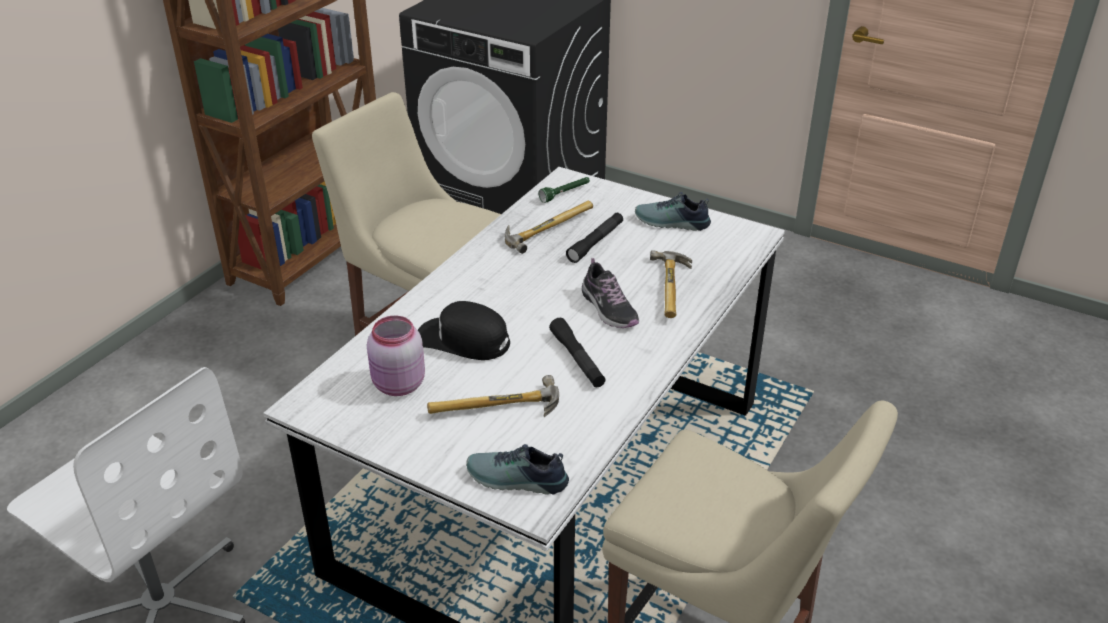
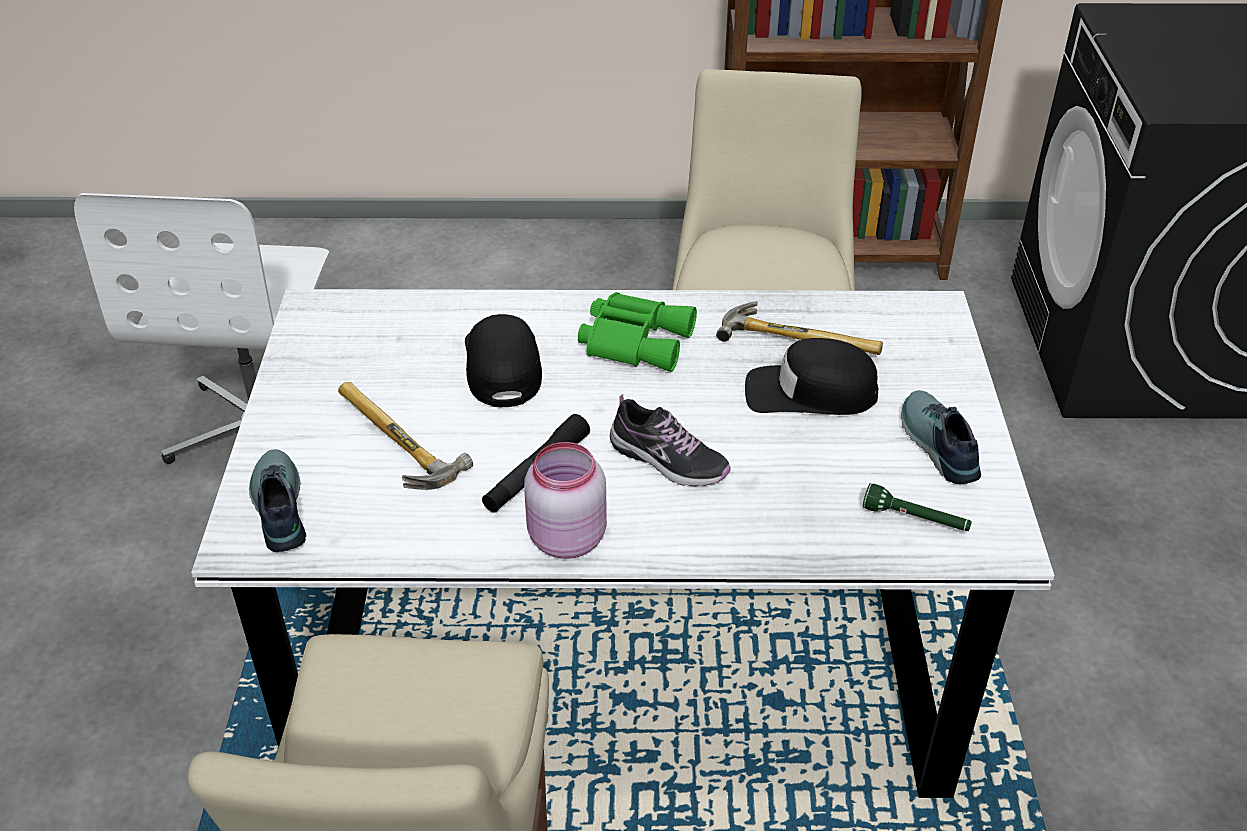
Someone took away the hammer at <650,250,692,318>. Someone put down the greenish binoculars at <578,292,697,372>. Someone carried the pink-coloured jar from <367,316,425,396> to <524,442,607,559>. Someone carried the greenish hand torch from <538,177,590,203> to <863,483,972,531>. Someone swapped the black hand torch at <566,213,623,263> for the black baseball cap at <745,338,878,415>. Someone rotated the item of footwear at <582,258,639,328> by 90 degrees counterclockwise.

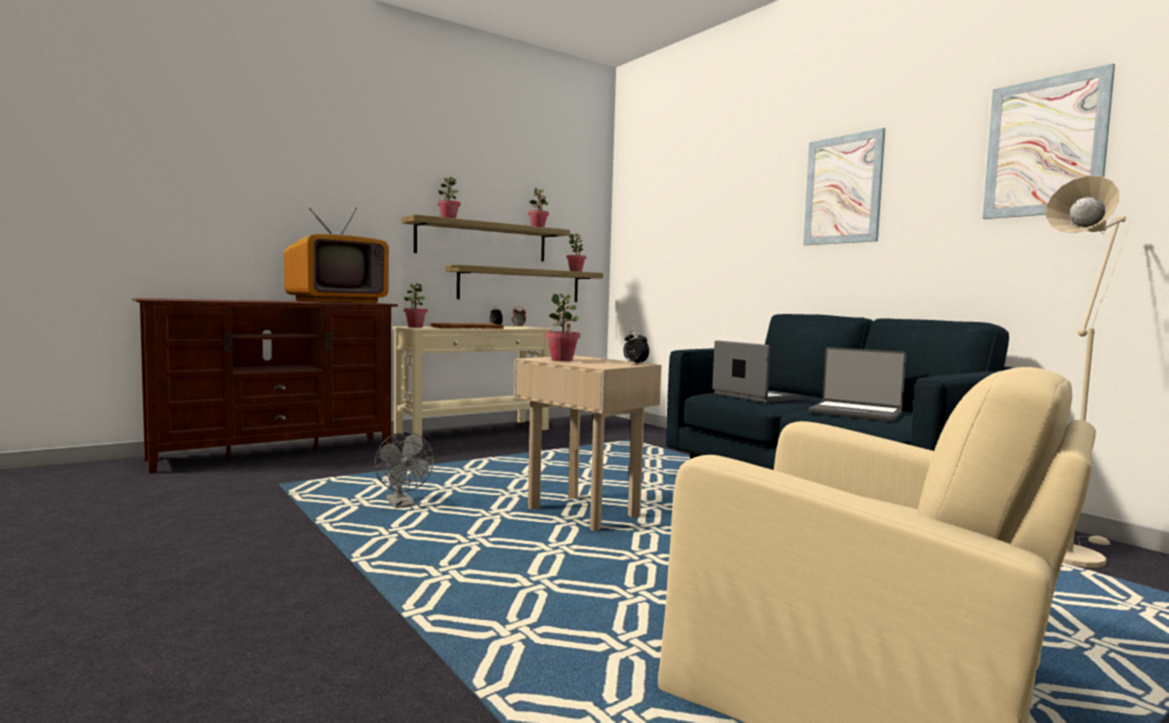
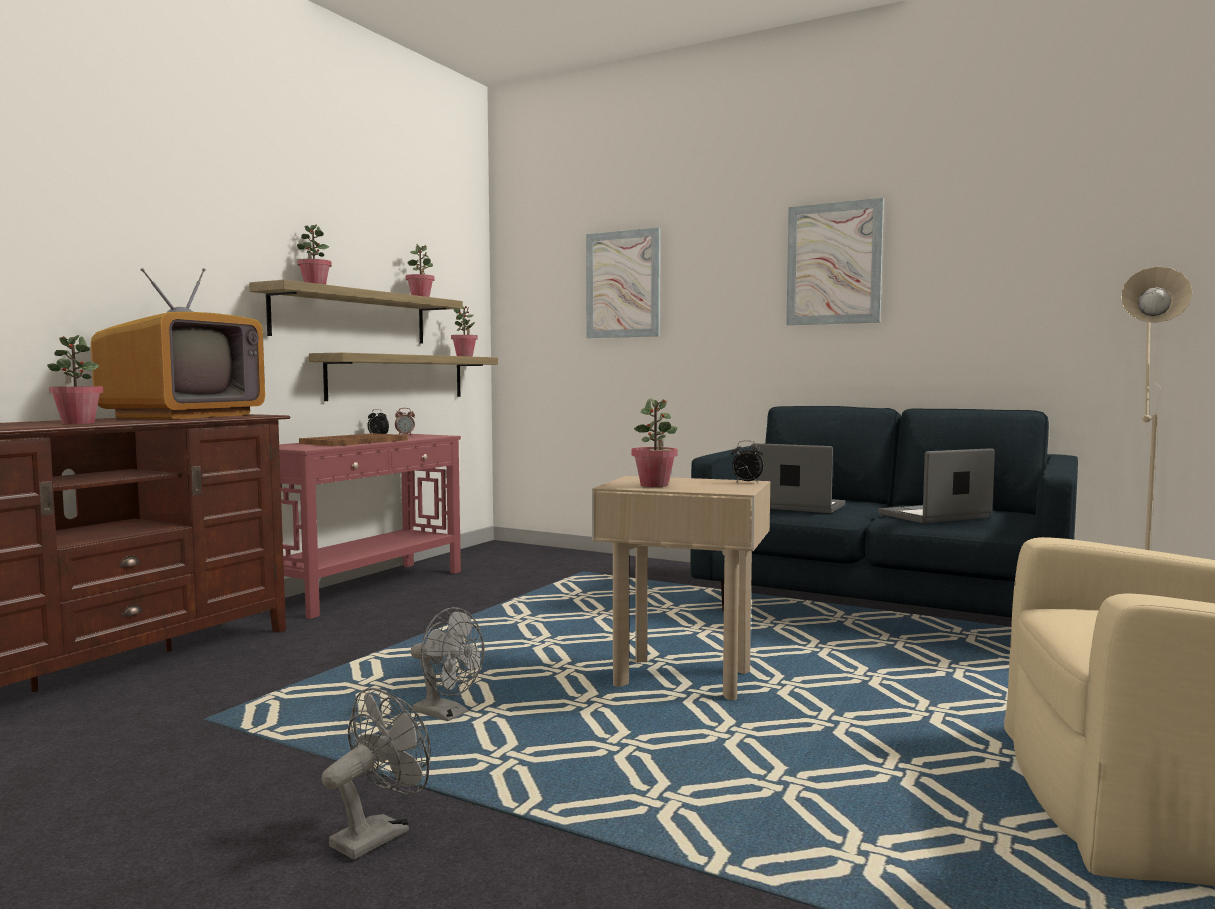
Someone put down the grey electric fan at <321,688,431,859>. Someone carried the potted plant from <404,283,427,328> to <47,335,103,424>. Someone carried the picture from <983,63,1115,219> to <586,227,660,338>. Someone repainted the beige-coloured console table at <393,326,553,440>, which became the red console table at <279,434,461,619>. Someone rotated the laptop at <809,347,907,422> by 150 degrees clockwise.

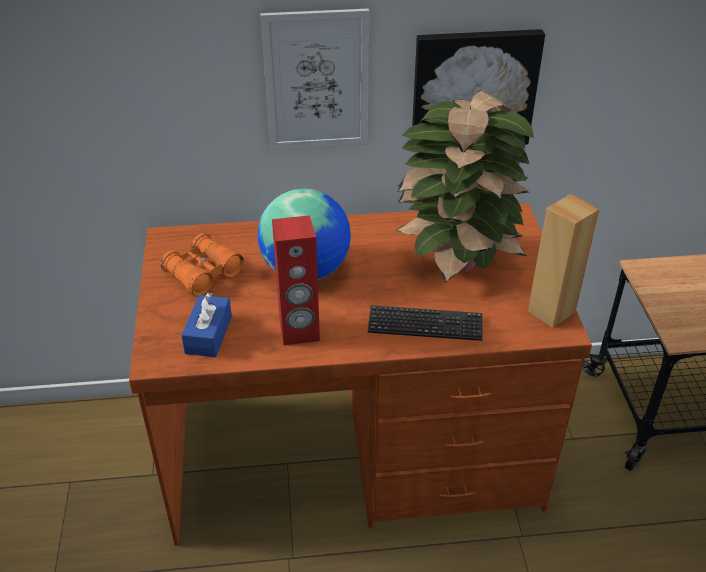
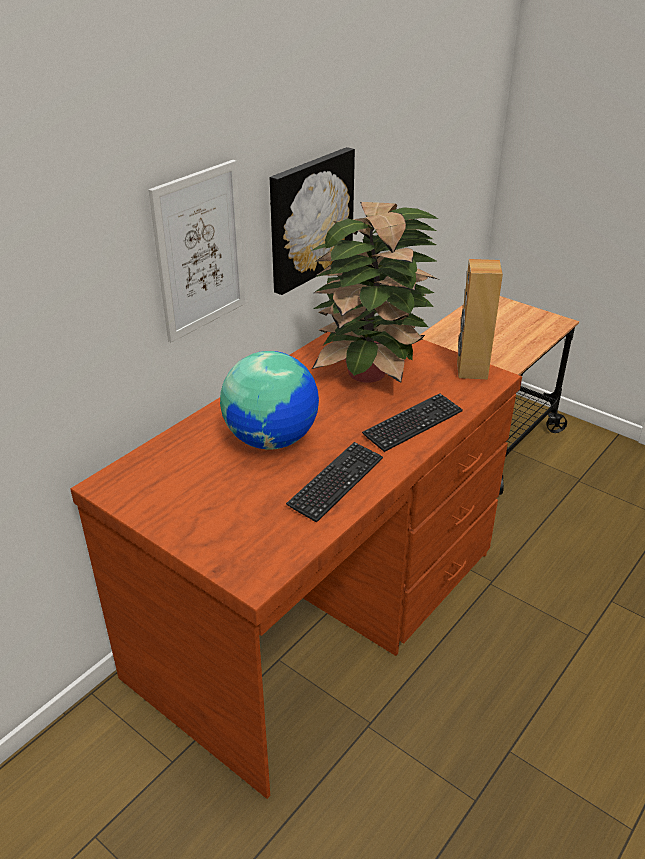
Someone took away the orange binoculars at <160,233,244,296>. Someone took away the blue-coloured box of tissues at <181,293,232,357>. Someone swapped the red audio speaker at <272,215,320,345> for the computer keyboard at <286,442,383,523>.

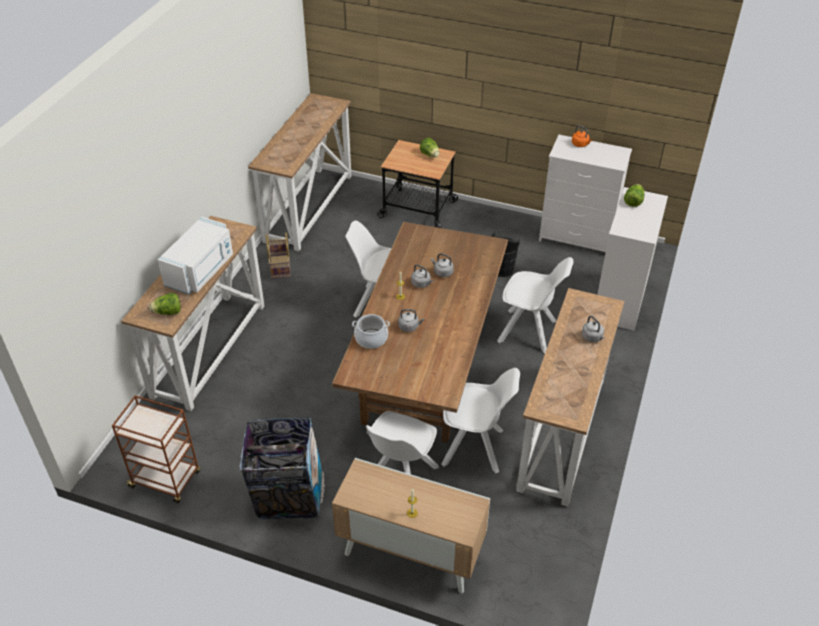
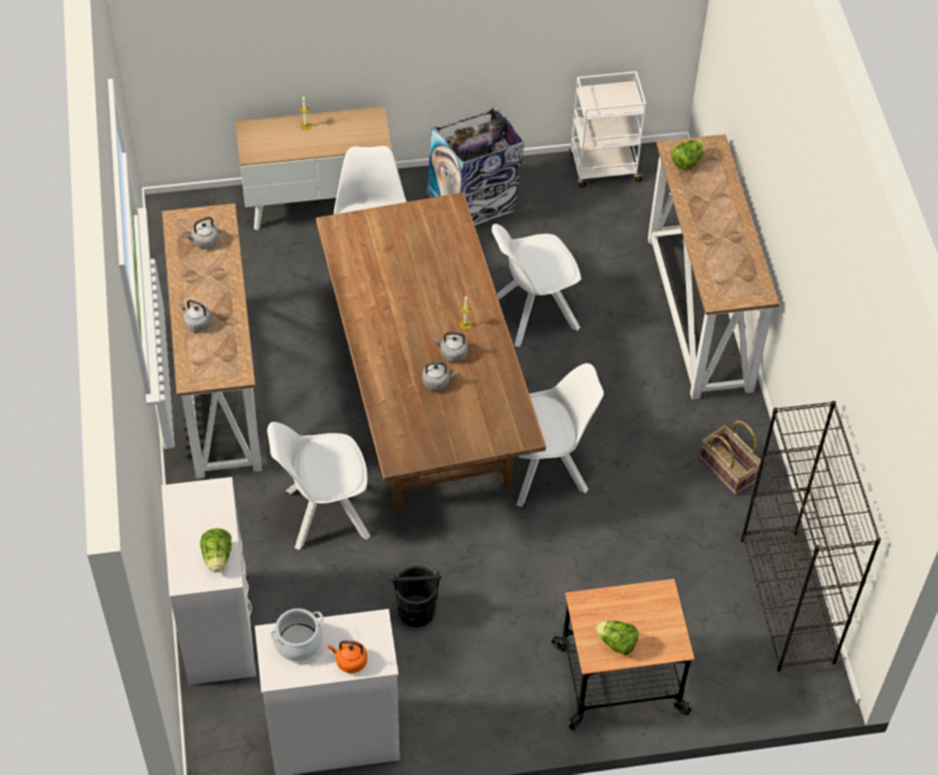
Someone took away the whitish kitchen microwave at <158,217,233,294>. Someone carried the cooking pot from <352,314,390,349> to <270,608,324,662>. Someone carried the grey kettle from <398,309,424,332> to <184,217,219,249>. Someone carried the whitish upright chair from <441,368,520,473> to <492,224,581,347>. Someone swapped the console table at <248,93,351,251> for the black shelving unit at <741,401,881,672>. Someone repainted the brown trolley at <112,395,201,503>, which became the whitish trolley at <569,71,646,188>.

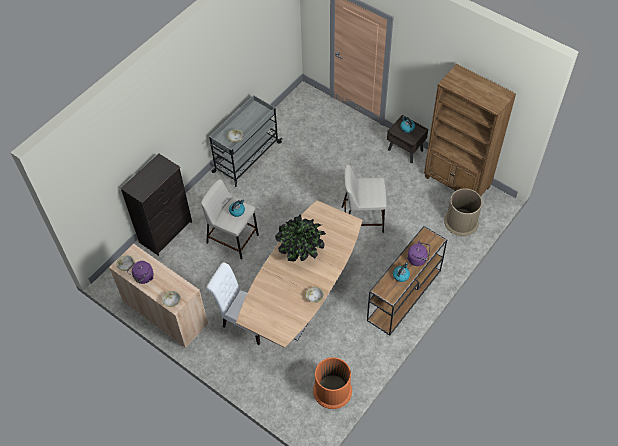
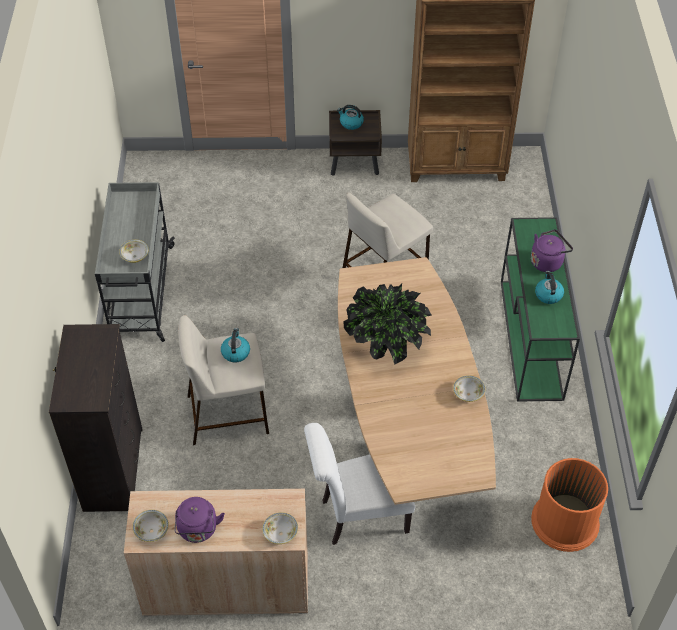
Someone took away the brown waste bin at <444,188,482,236>. Someone repainted the brown console table at <367,226,447,336>, which became the greenish console table at <501,217,580,402>.

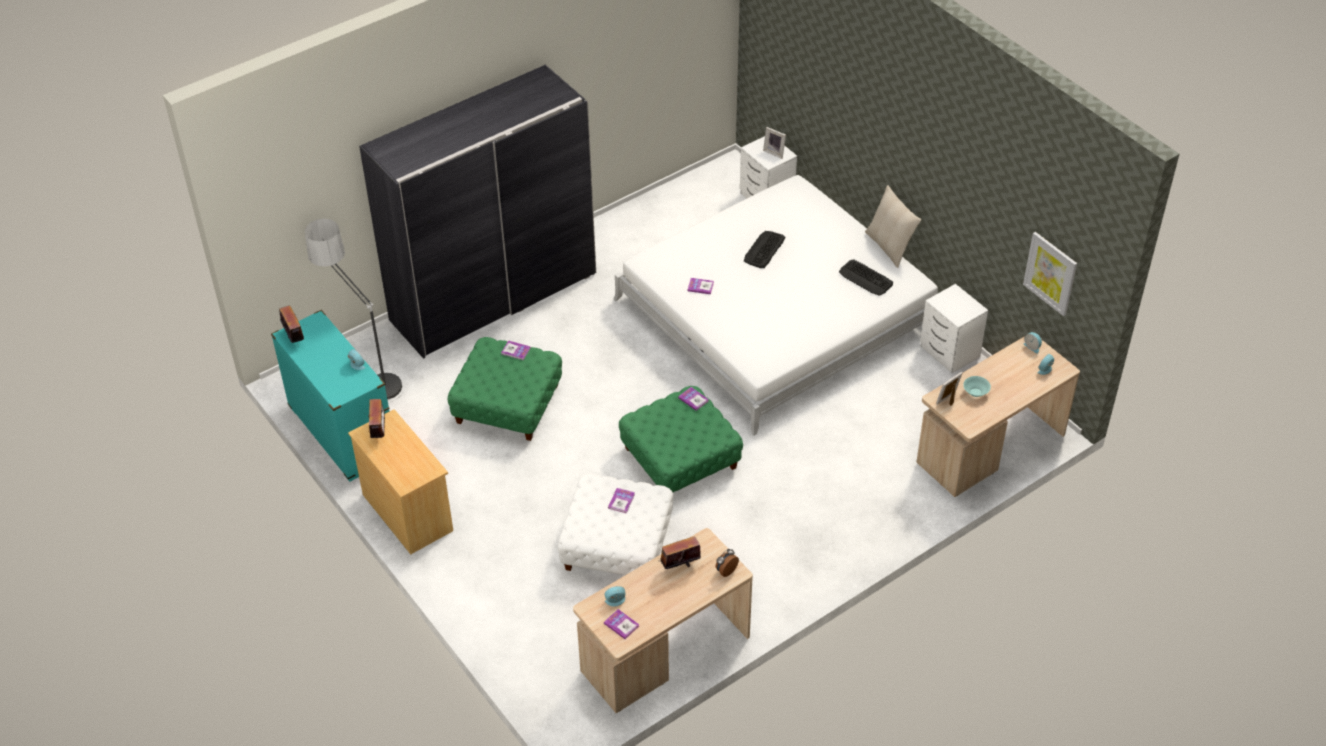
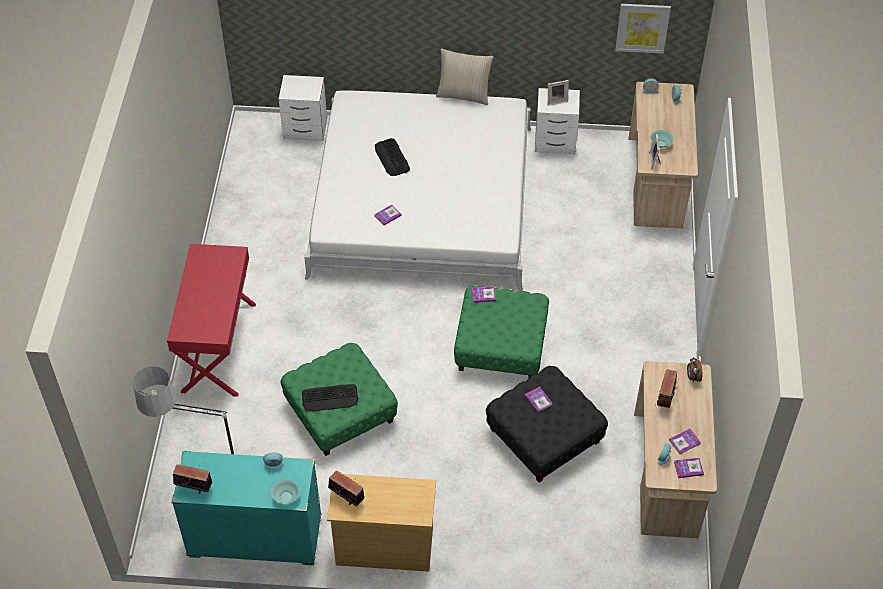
Someone put down the turquoise bowl at <271,480,299,504>. Someone carried the volume from <501,341,530,360> to <669,429,701,454>. Someone carried the photo frame from <763,127,786,159> to <548,80,569,106>. Someone carried the computer keyboard from <839,259,893,296> to <302,384,359,411>. Someone swapped the grey armoire at <359,65,596,359> for the red console table at <167,244,256,397>. Someone repainted the whitish pouffe at <558,474,673,575>, which became the black pouffe at <486,366,608,483>.

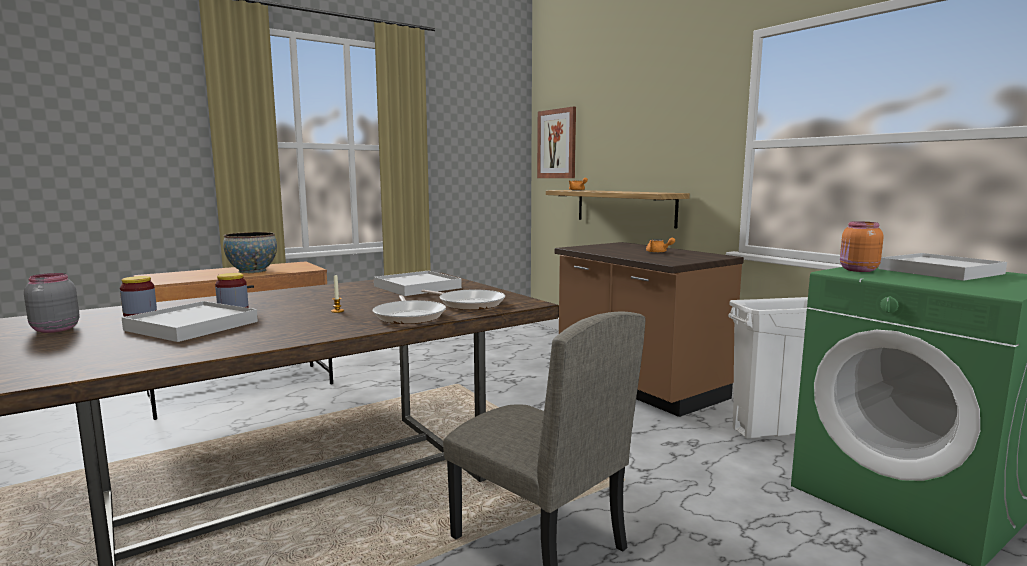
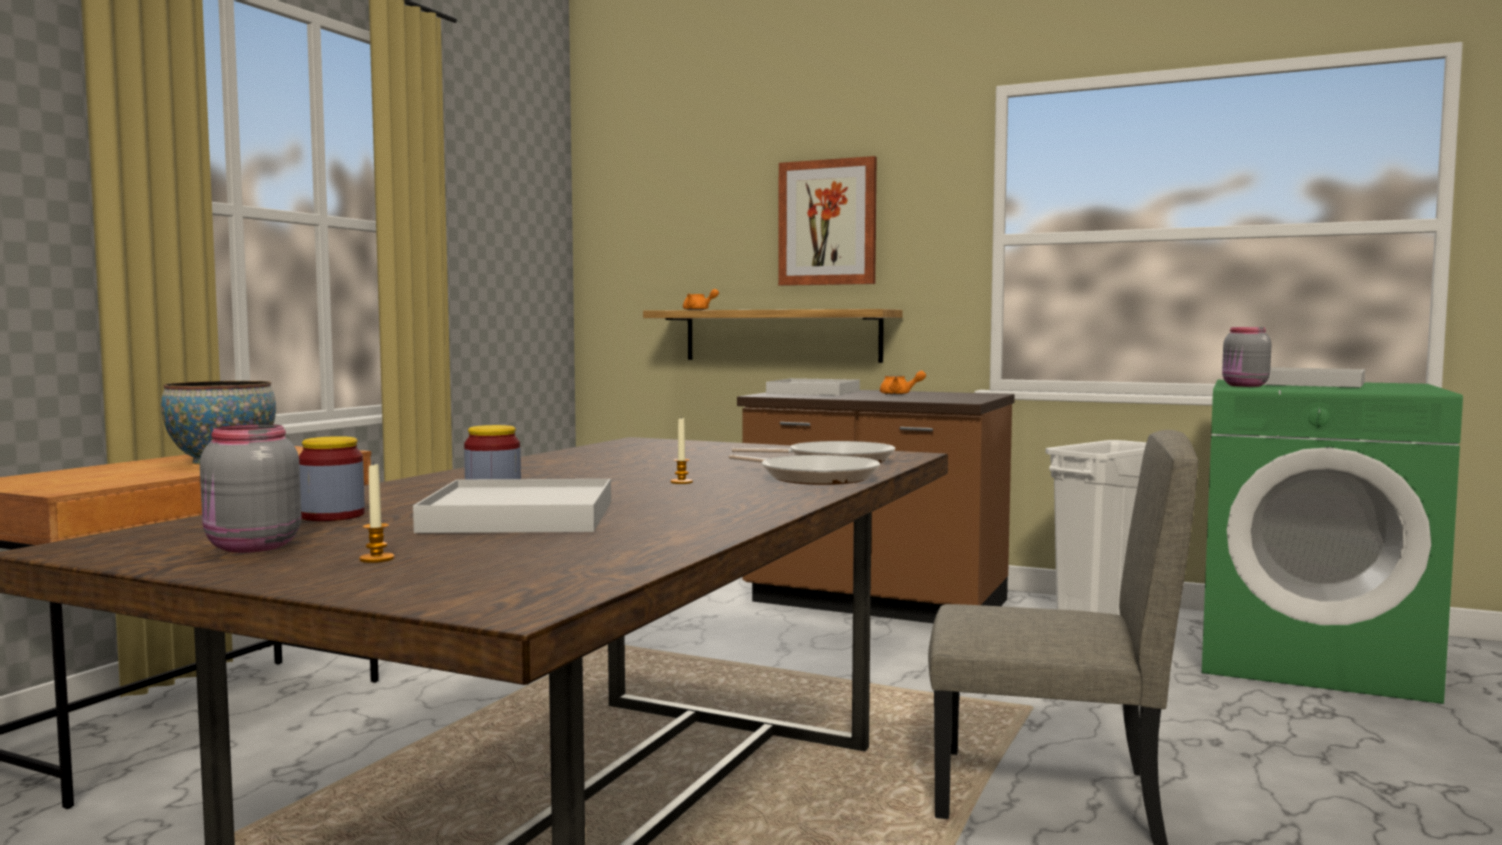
Someone put down the wax candle at <359,461,394,563>. Someone carried the whitish serving tray from <374,271,462,296> to <766,378,860,396>. Someone carried the picture from <537,107,576,178> to <778,156,877,286>. Someone repainted the orange jar at <840,221,884,272>, which became the grey jar at <1222,327,1271,387>.

